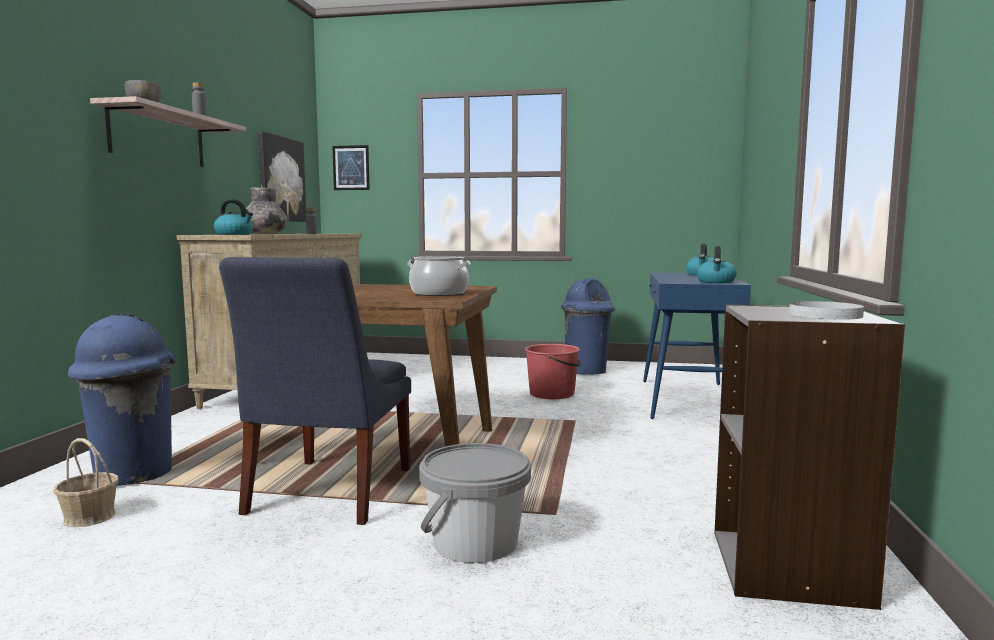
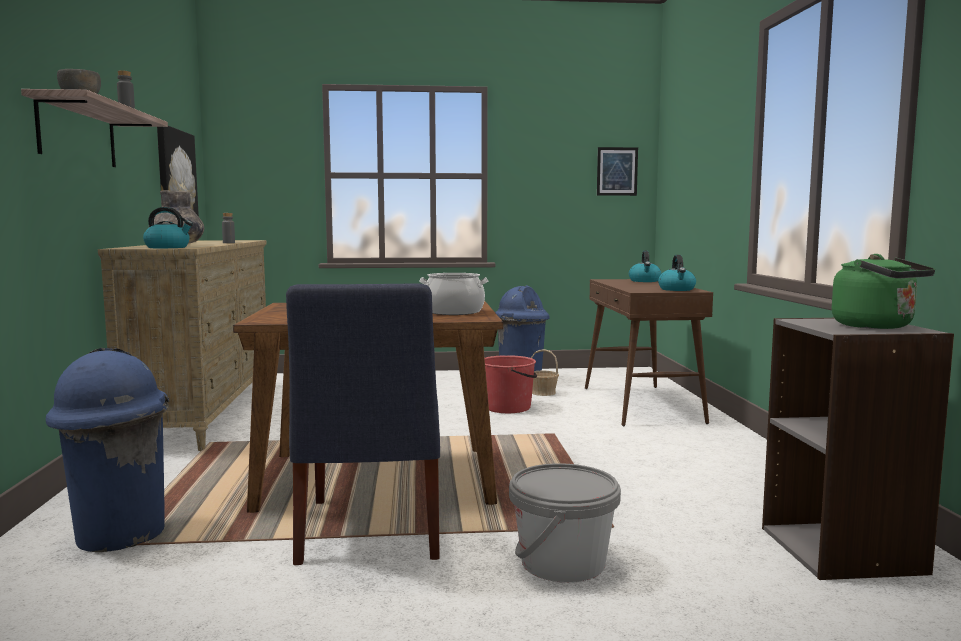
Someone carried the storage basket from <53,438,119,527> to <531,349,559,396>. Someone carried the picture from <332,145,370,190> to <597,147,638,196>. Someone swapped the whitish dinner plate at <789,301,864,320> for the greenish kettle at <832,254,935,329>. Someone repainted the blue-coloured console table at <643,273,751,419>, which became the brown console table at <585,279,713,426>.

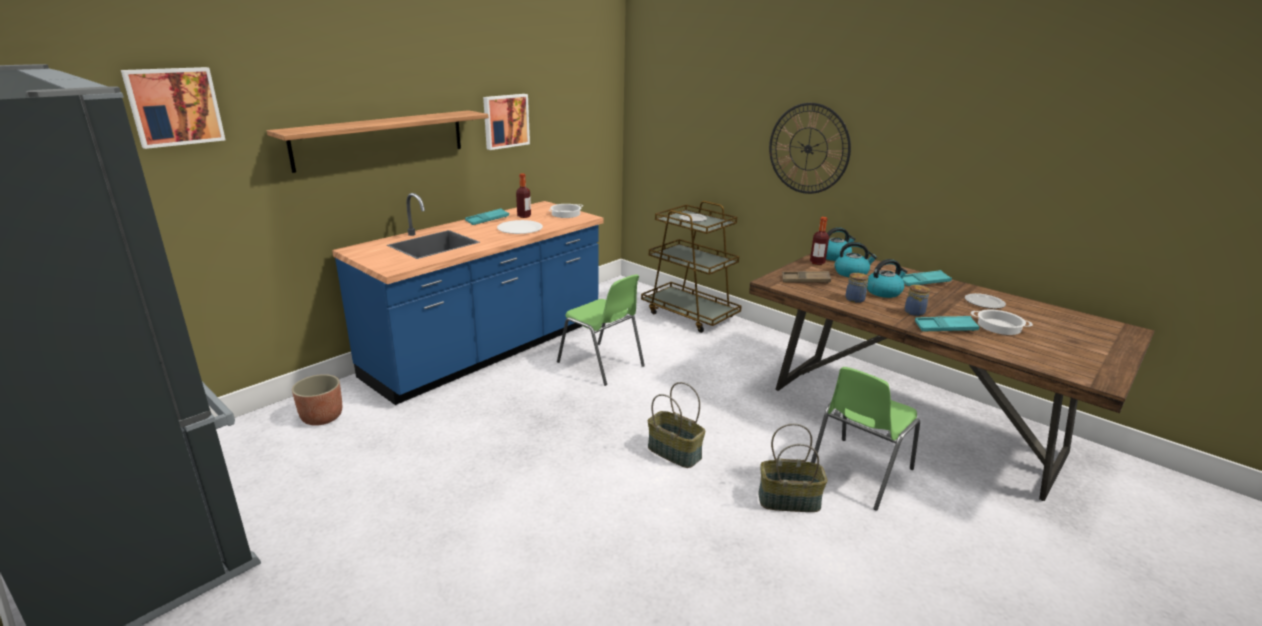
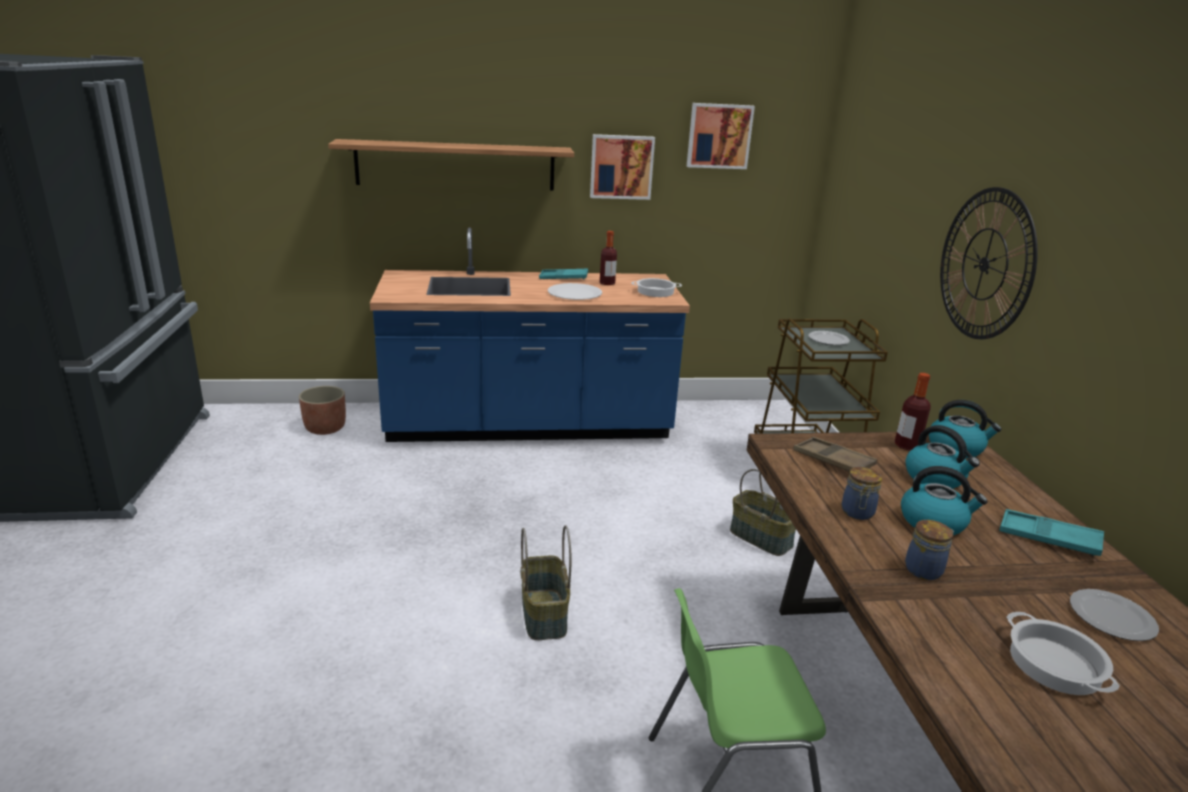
Someone took away the greenish upright chair at <557,274,645,386>. Someone took away the turquoise serving tray at <915,316,979,331>. Someone carried the picture from <121,67,226,149> to <687,103,755,169>. Someone carried the storage basket from <758,424,827,512> to <730,469,796,556>.

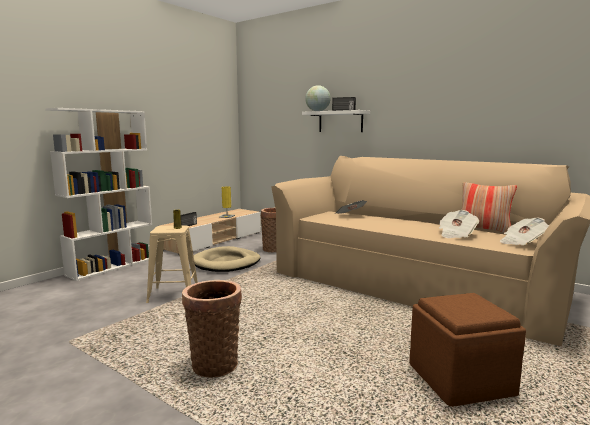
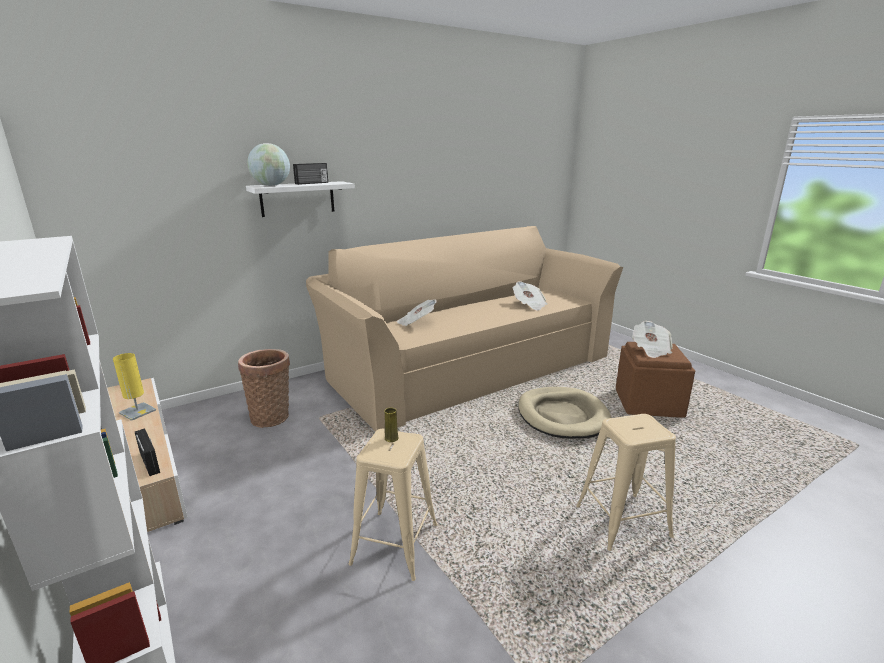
Someone took away the throw pillow at <461,182,517,233>. Someone carried the beige-coloured pet bed from <194,246,260,272> to <518,387,611,438>. Someone carried the daily paper from <500,218,549,245> to <632,321,673,358>. Someone swapped the storage basket at <182,280,242,377> for the beige-coloured stool at <576,414,676,551>.

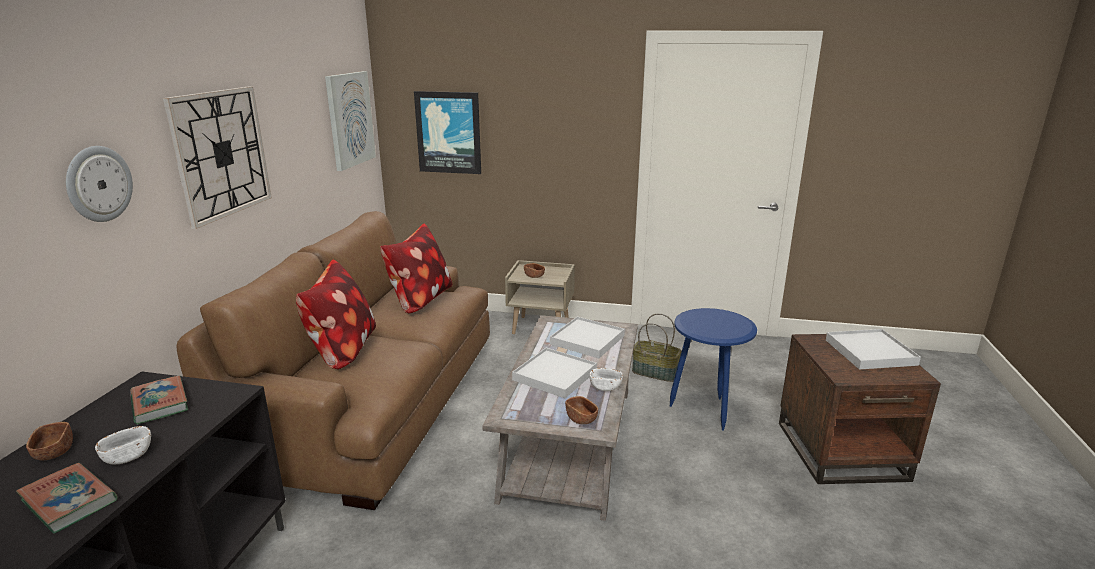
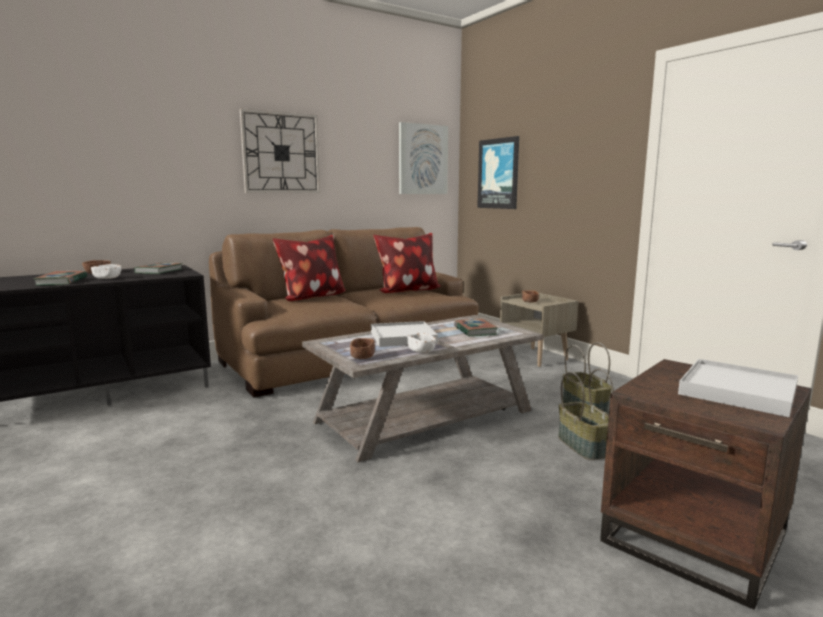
Someone took away the wall clock at <66,146,133,222>. Someone swapped the whitish serving tray at <550,317,625,358> for the volume at <454,318,498,337>. Someone swapped the blue-coloured end table at <670,308,757,431> for the storage basket at <558,369,614,460>.

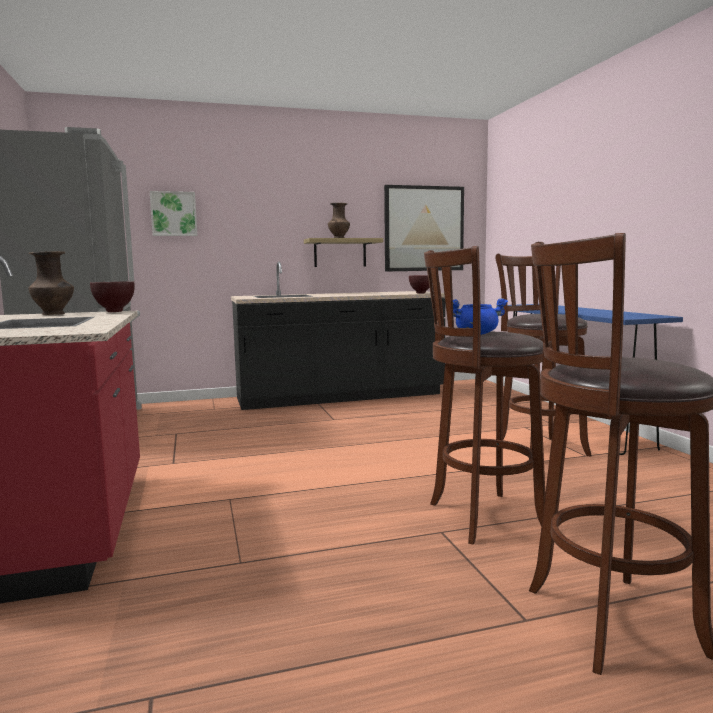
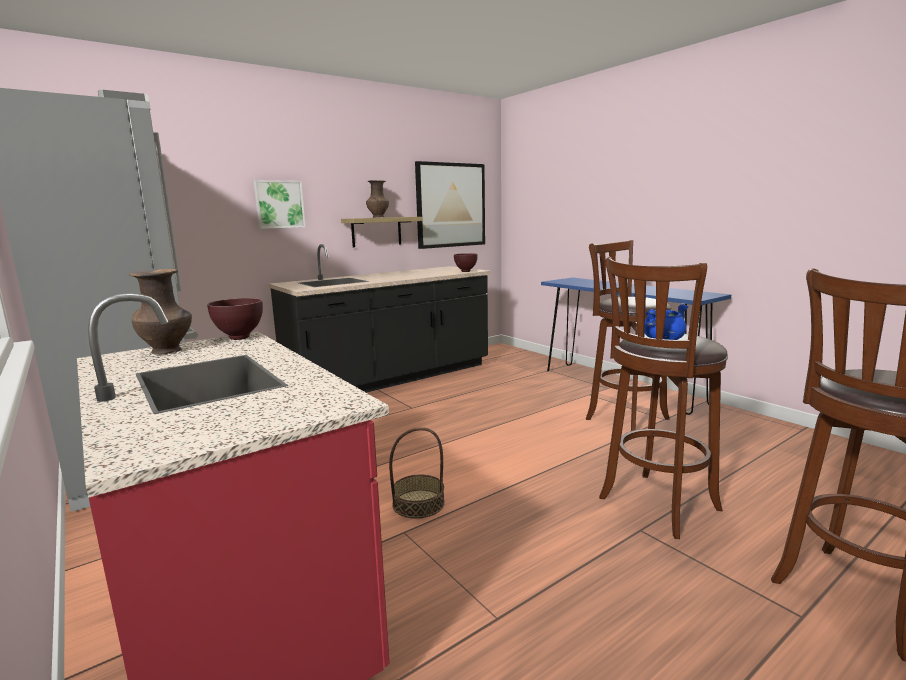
Someone put down the storage basket at <389,427,445,519>. Someone carried the picture from <150,191,197,236> to <254,180,306,229>.

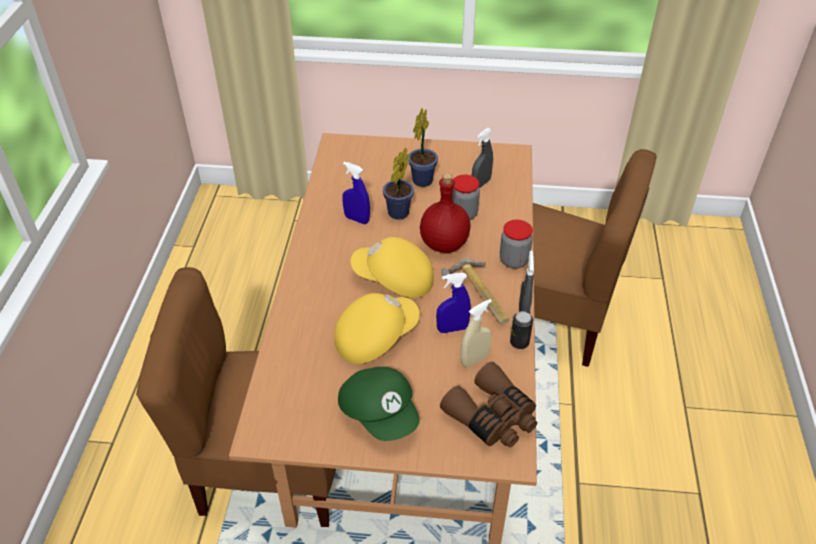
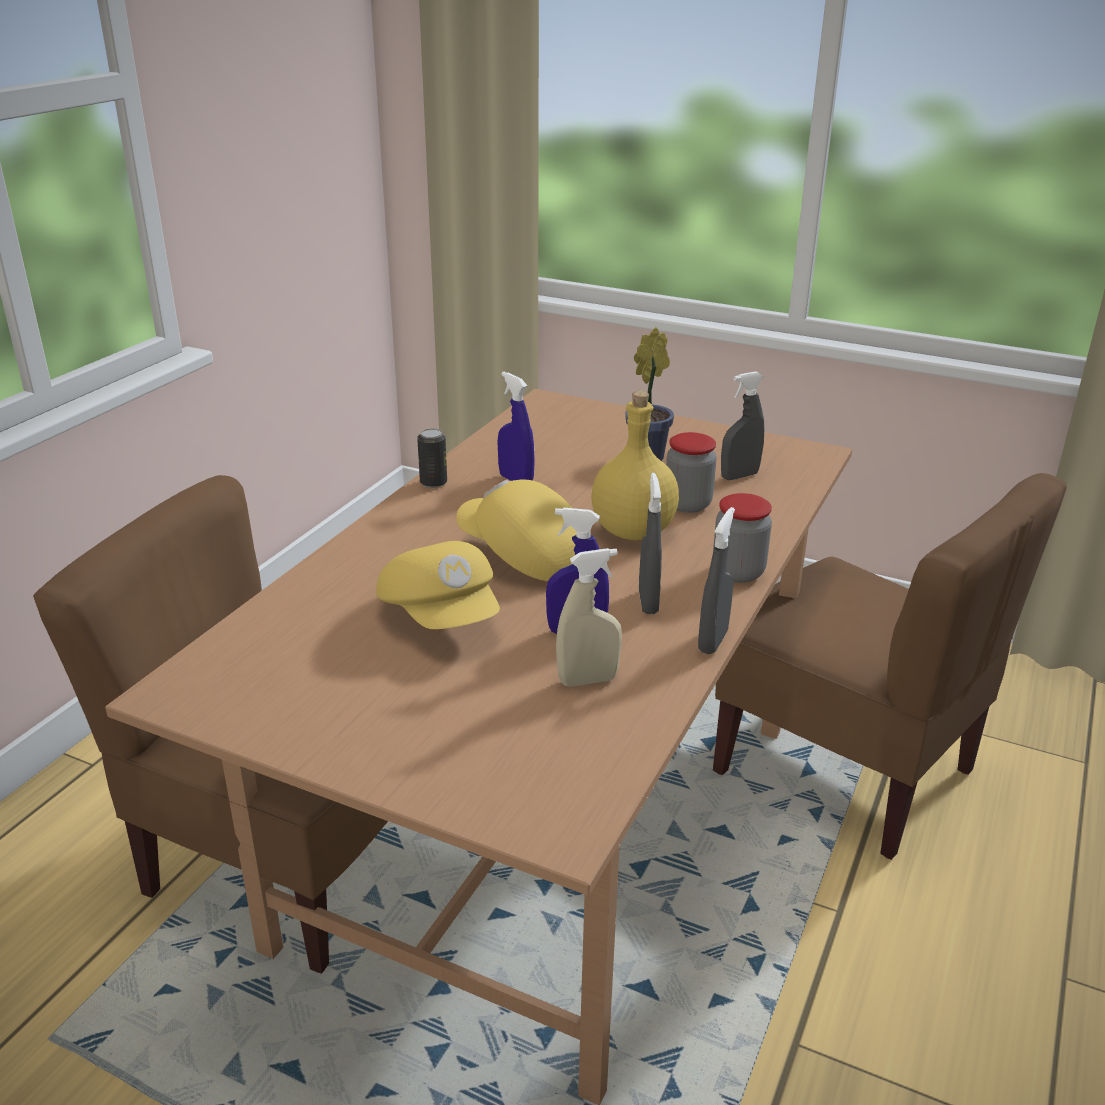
Someone took away the greenish baseball cap at <338,367,420,441>. Someone took away the potted plant at <383,148,414,220>. Someone took away the brown binoculars at <440,362,537,447>. Someone carried the can from <510,311,533,349> to <417,429,447,488>. Someone swapped the hammer at <441,258,509,325> for the grey hand sprayer at <639,473,662,614>. Someone repainted the red bottle at <420,173,471,253>, which became the yellowish bottle at <591,391,679,540>. Someone rotated the yellowish baseball cap at <334,293,420,364> by 75 degrees clockwise.

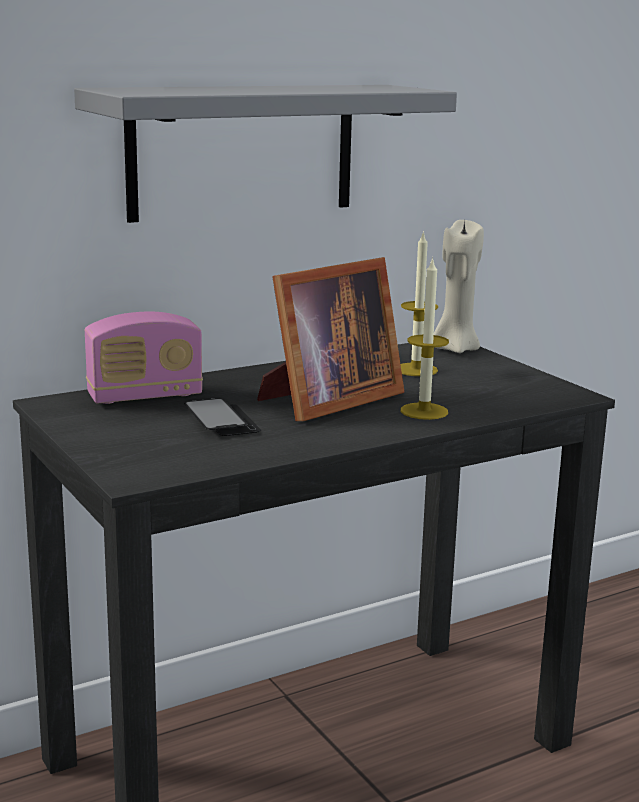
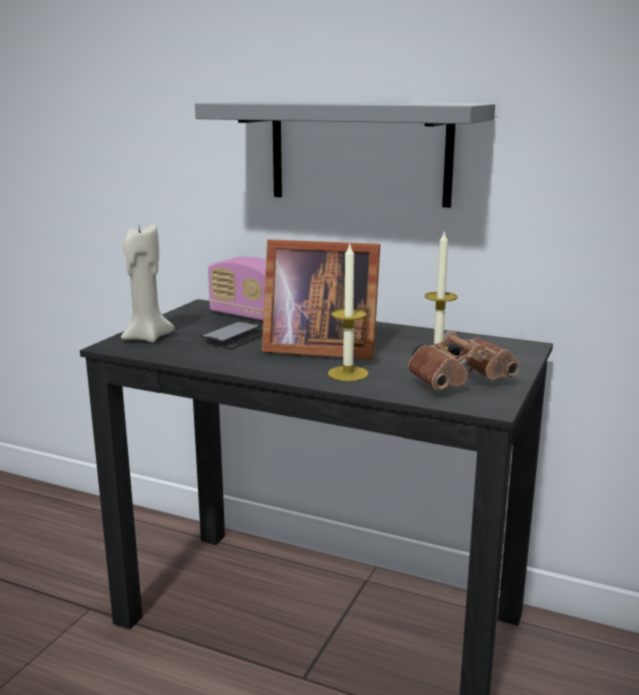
Someone put down the brown binoculars at <408,330,520,390>. Someone carried the beige-coloured wax candle from <434,220,484,353> to <121,224,175,343>.

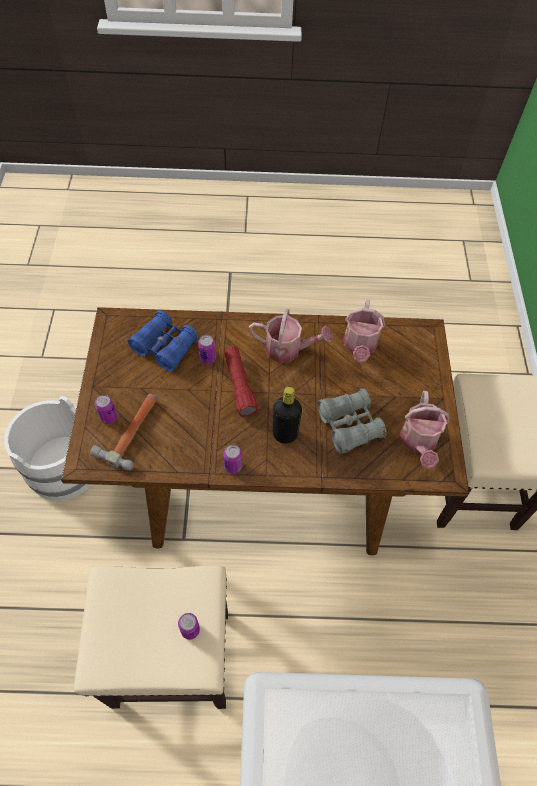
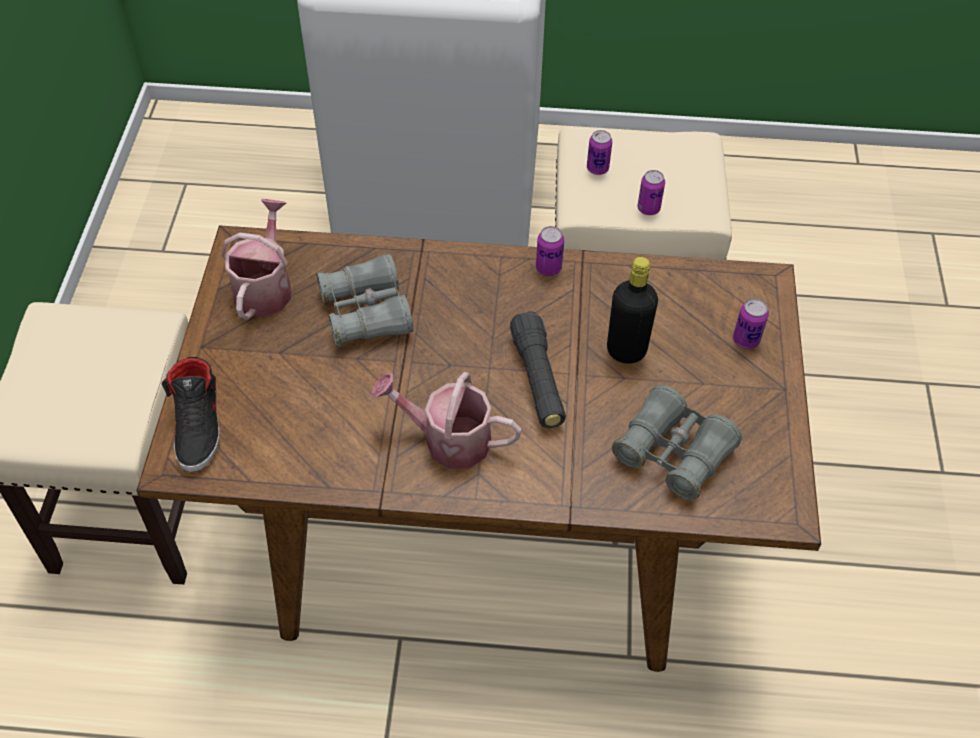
Someone took away the whitish water bucket at <4,396,92,501>. Someone took away the hammer at <90,394,158,471>. Someone took away the sprinkling can at <343,299,385,363>. Someone put down the black item of footwear at <162,357,220,472>. Someone carried the can from <198,335,216,364> to <638,170,665,215>. Someone carried the black bottle from <273,387,302,444> to <607,257,658,364>. Someone repainted the blue-coloured binoculars at <128,310,200,372>, which became the grey binoculars at <612,385,742,501>. Someone repainted the red hand torch at <224,346,258,417>, which became the black hand torch at <510,311,566,428>.

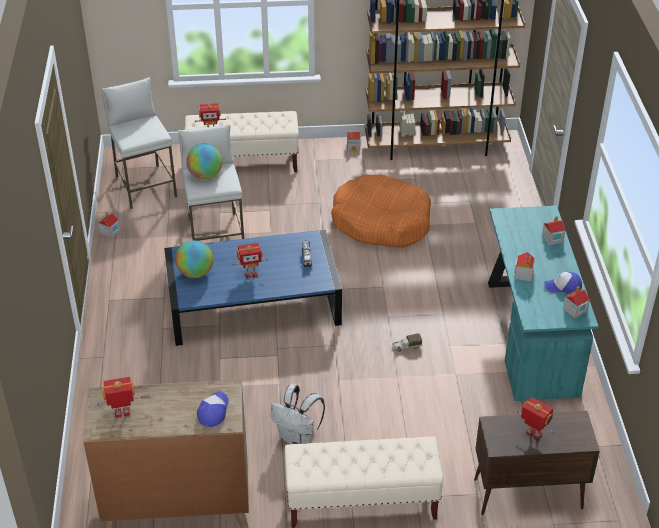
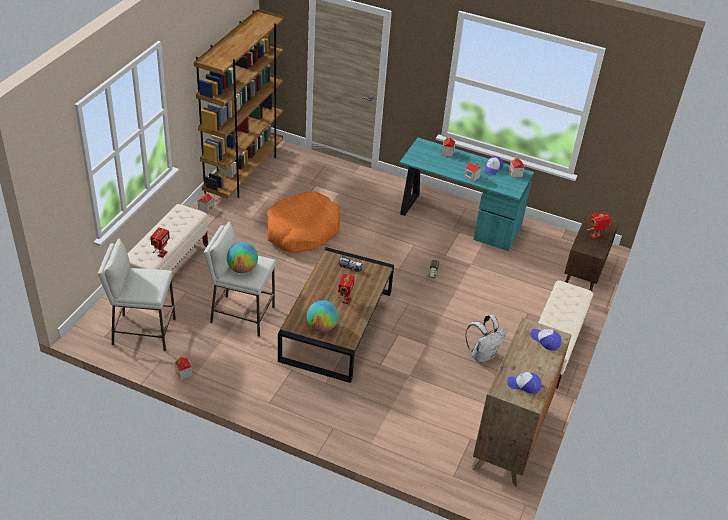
Someone swapped the model robot at <97,377,143,418> for the baseball cap at <507,372,541,394>. Someone repainted the blue-coloured low table at <164,230,342,346>, which became the brown low table at <278,247,394,383>.

